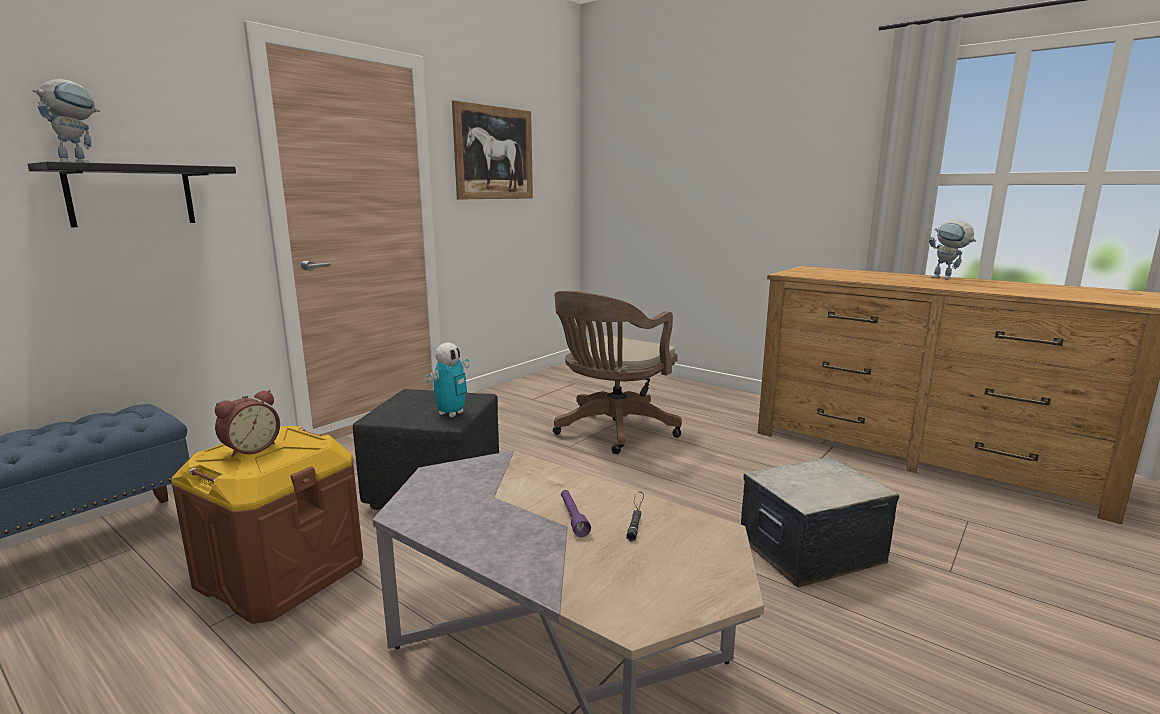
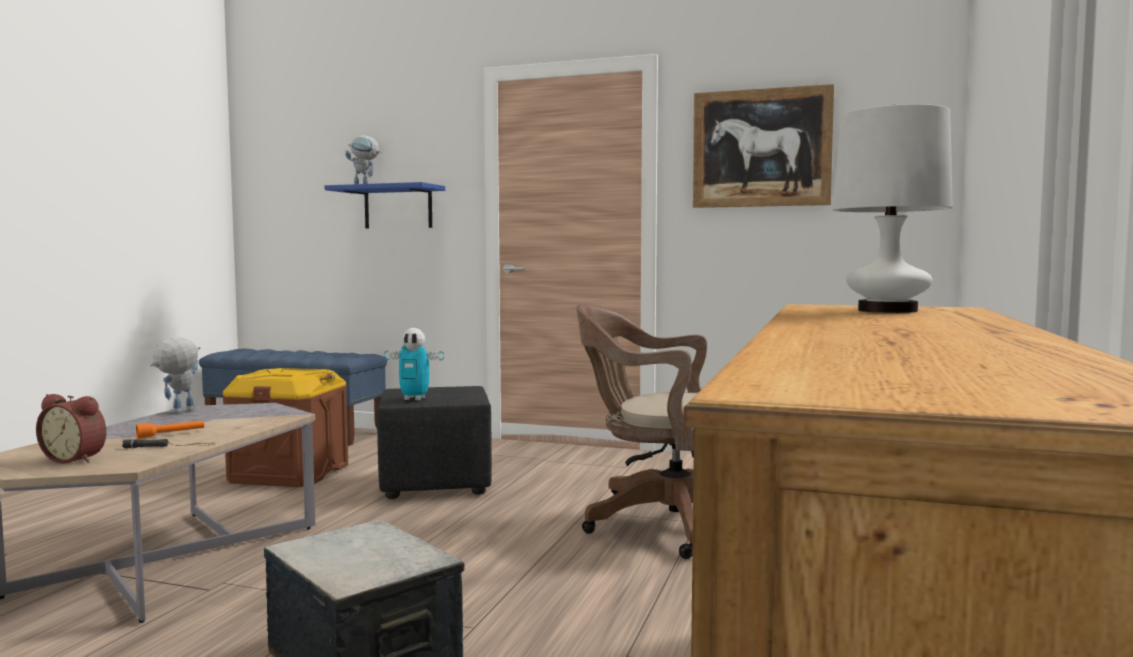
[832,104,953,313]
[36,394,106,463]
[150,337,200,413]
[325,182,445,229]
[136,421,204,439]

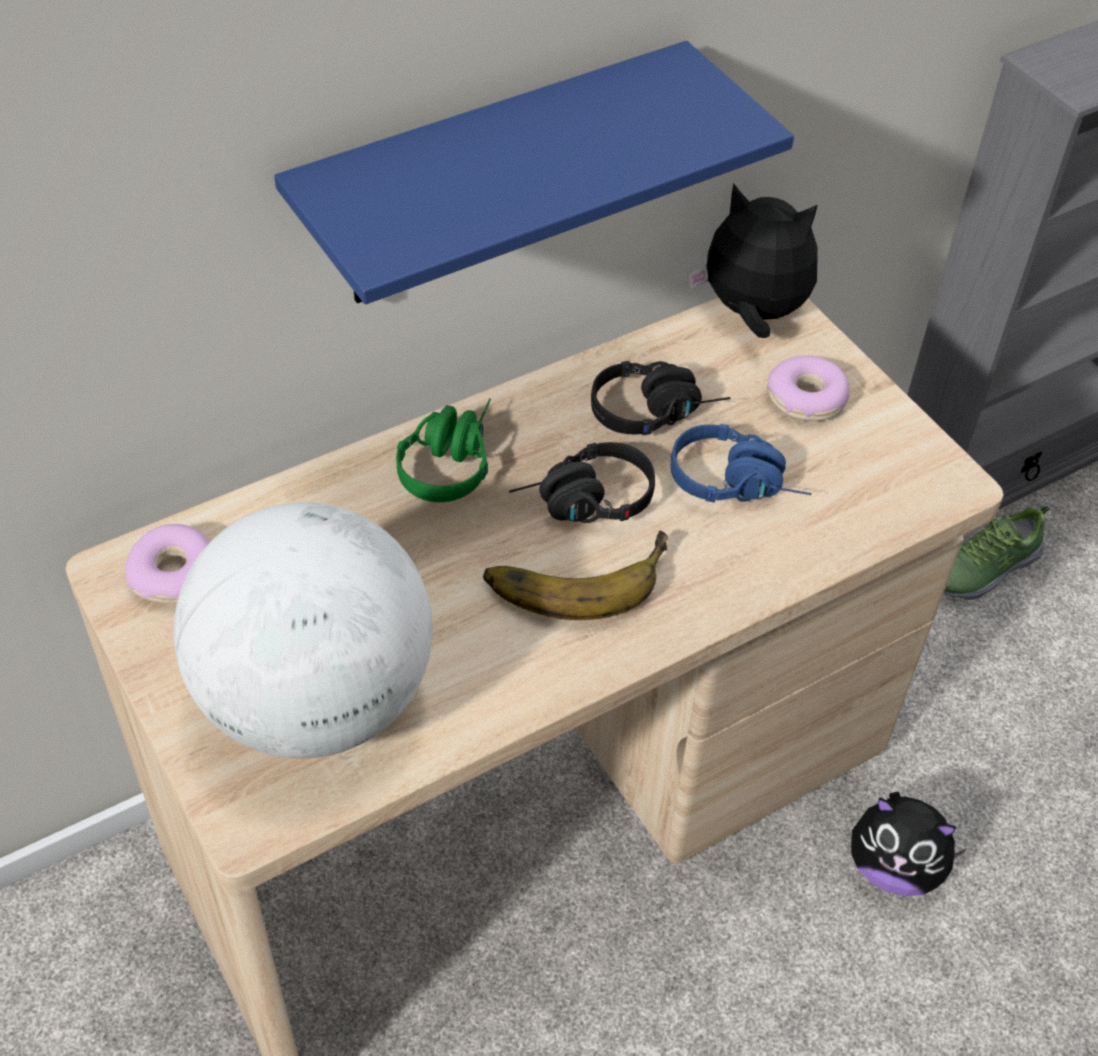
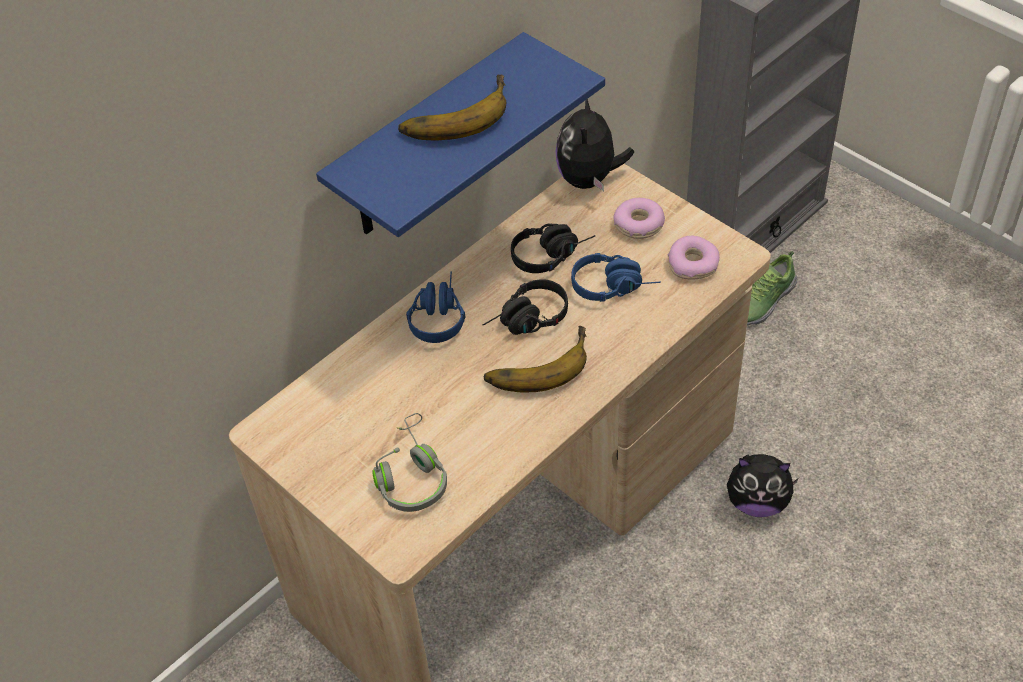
[398,75,506,141]
[668,236,720,280]
[373,413,447,512]
[406,272,465,343]
[555,99,634,191]

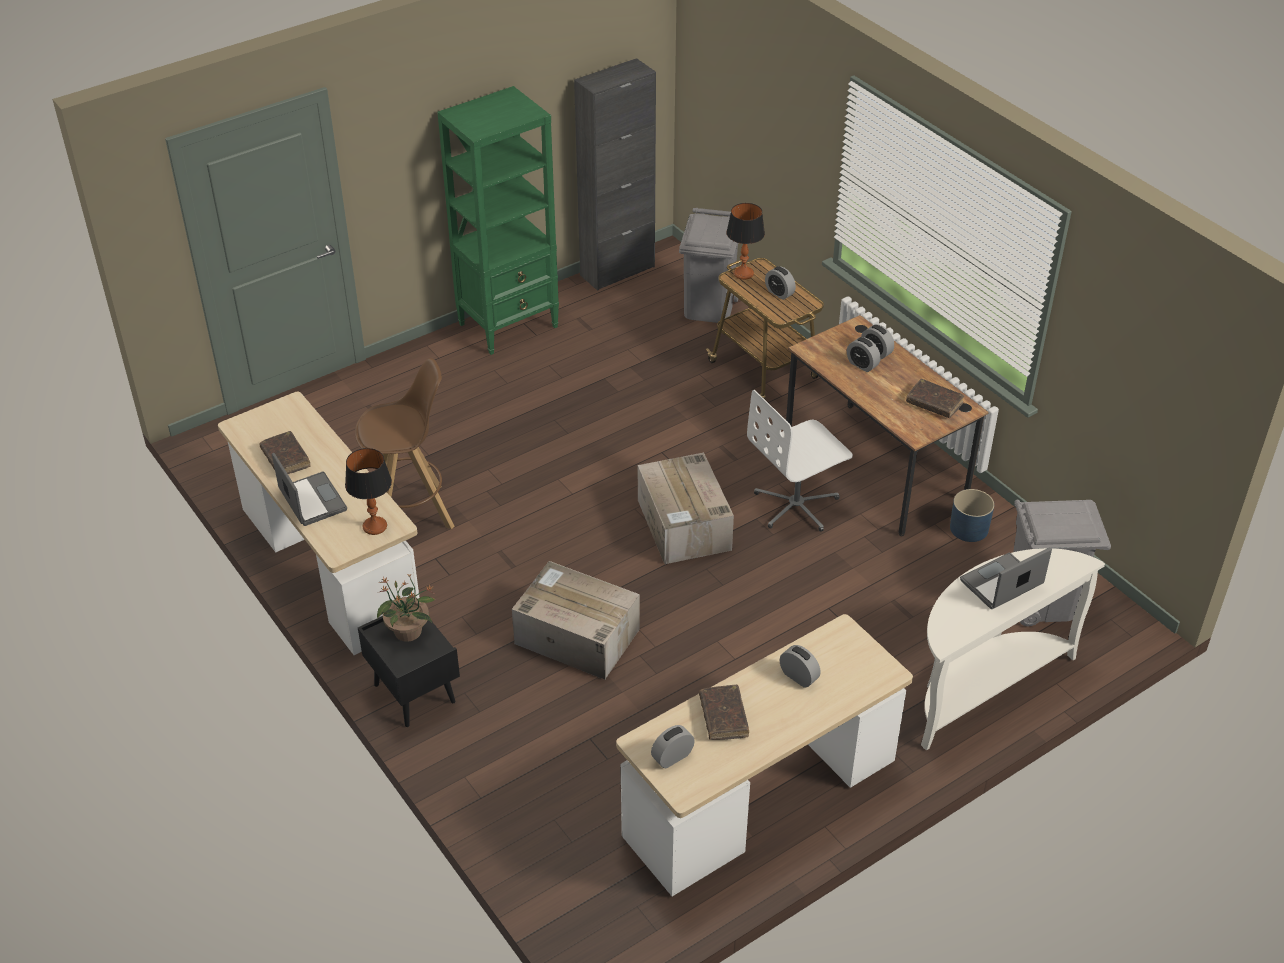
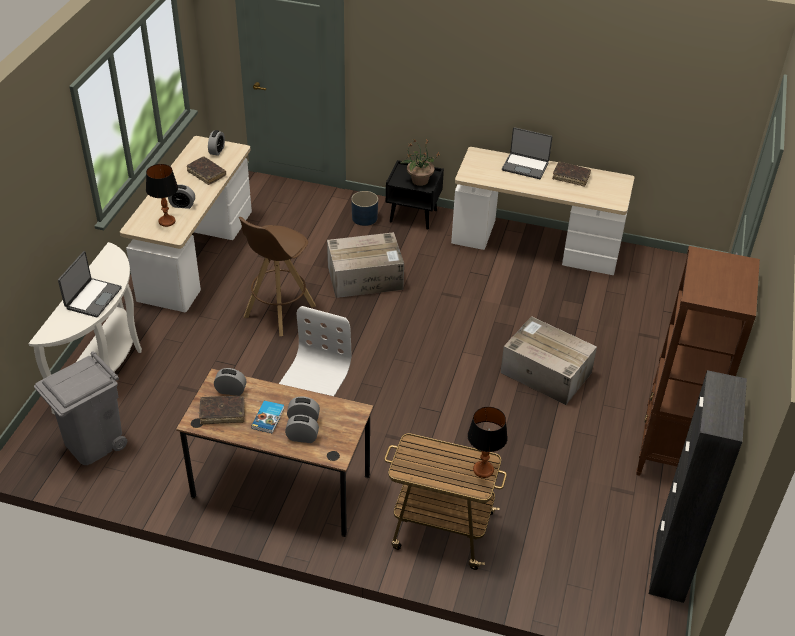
[679,208,738,323] (first image)
[251,401,284,434]
[146,164,178,227]
[239,217,316,336]
[500,316,597,405]
[214,368,246,396]
[351,191,378,226]
[636,246,760,476]

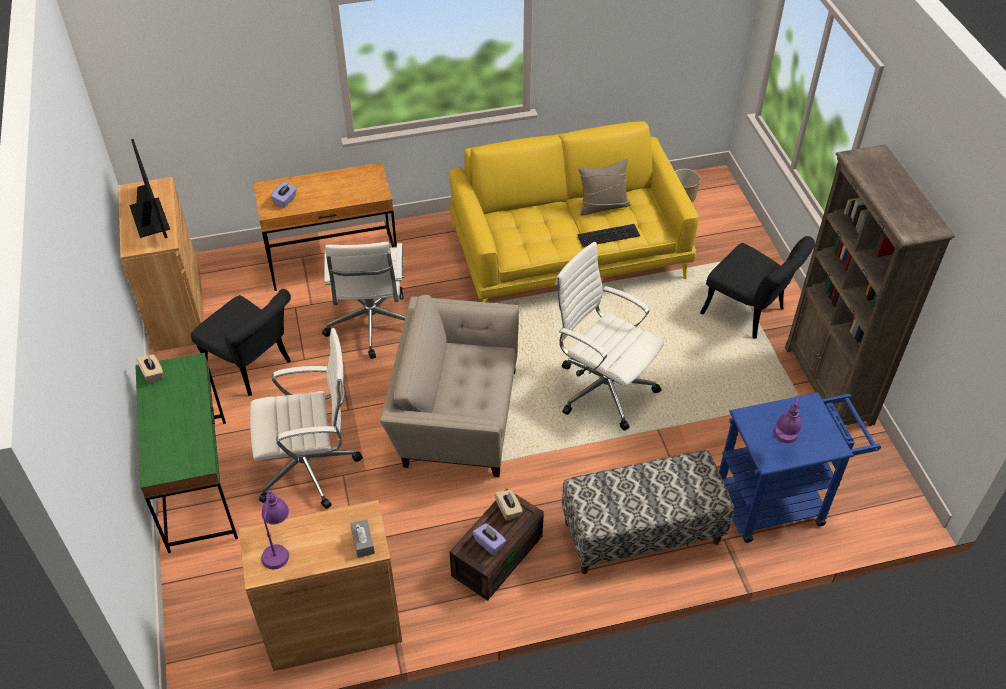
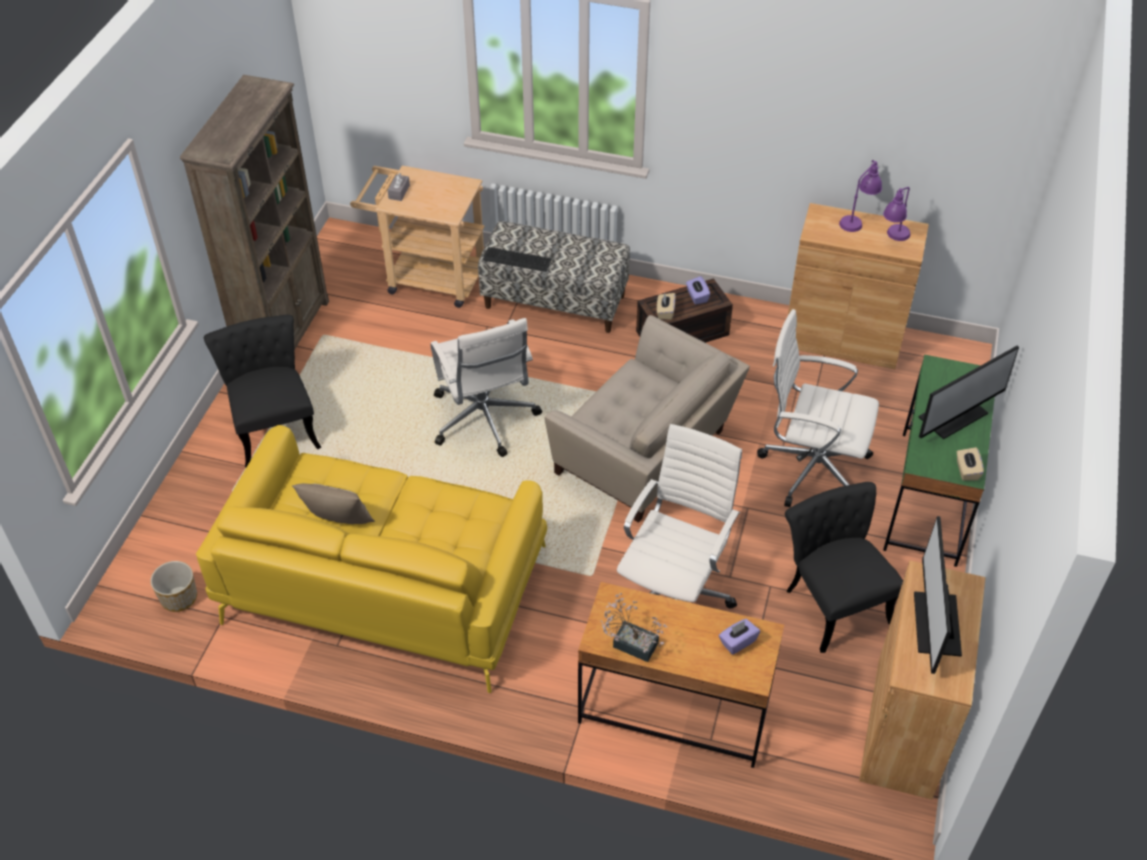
[601,593,668,662]
[919,346,1019,439]
[388,173,410,201]
[482,247,552,272]
[839,160,882,232]
[350,166,484,308]

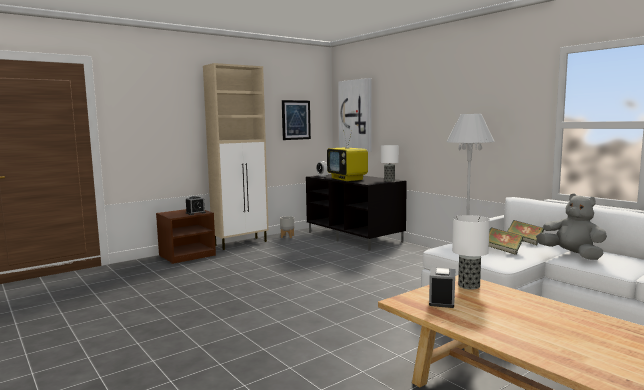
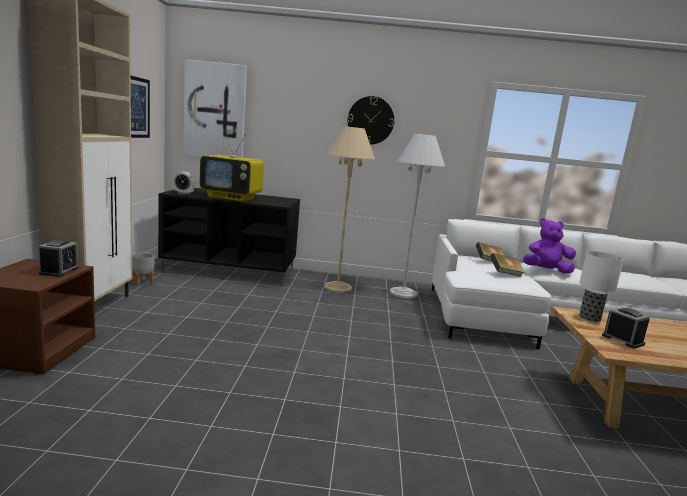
[381,145,399,182] (first image)
[324,126,375,293]
[348,96,394,145]
[523,218,576,274]

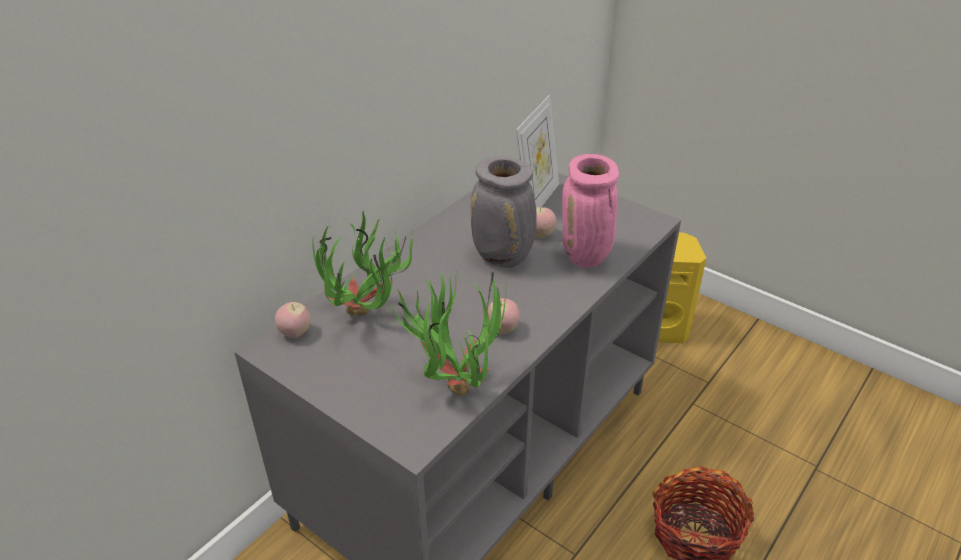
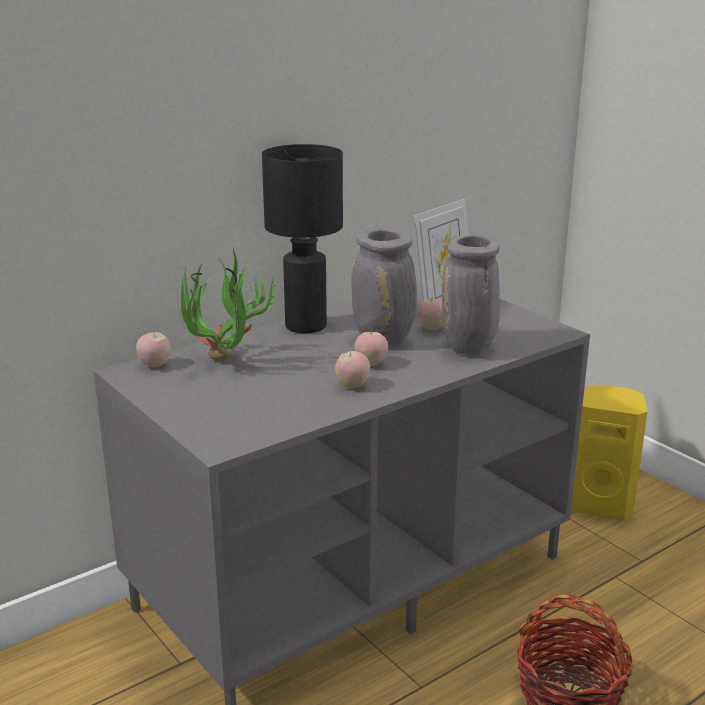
[388,270,506,396] (first image)
[262,144,343,333]
[354,328,388,366]
[442,235,500,355]

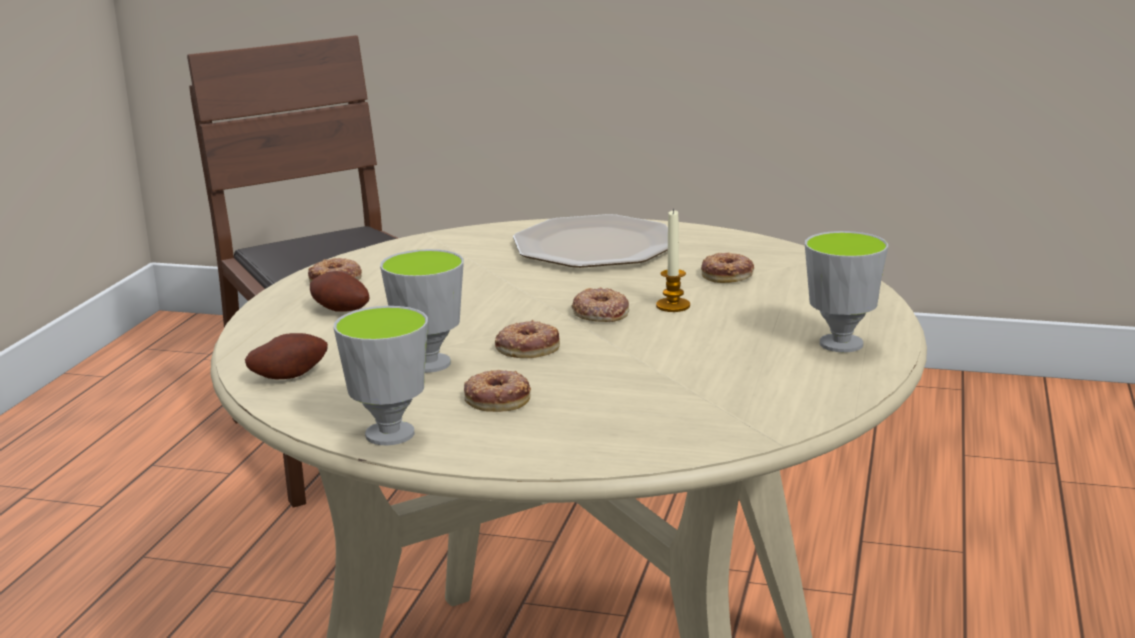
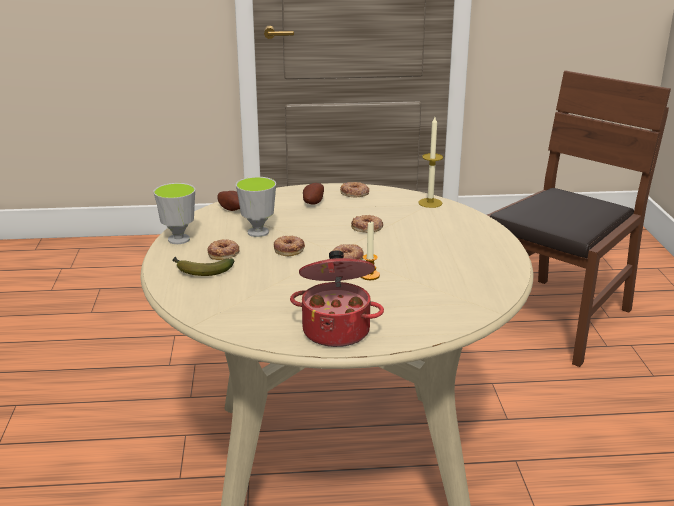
[513,214,668,268] (first image)
[172,256,235,276]
[418,117,443,208]
[351,215,383,233]
[290,250,384,347]

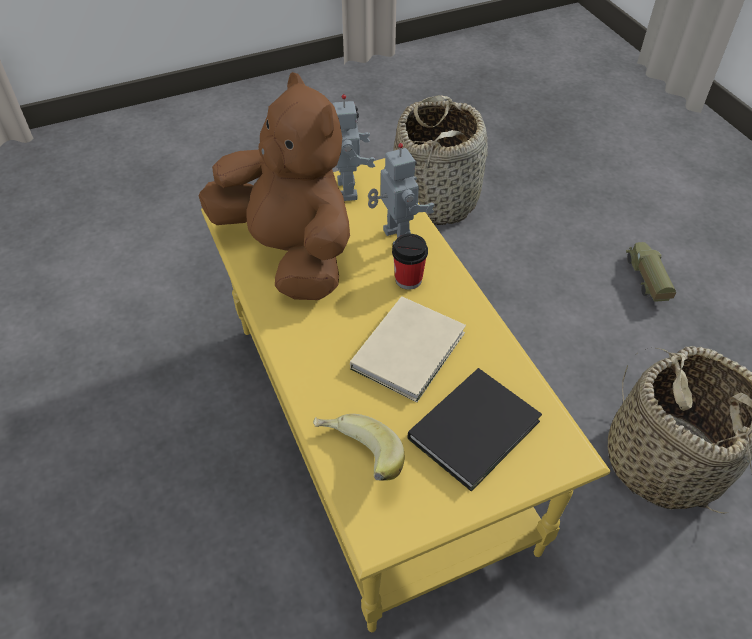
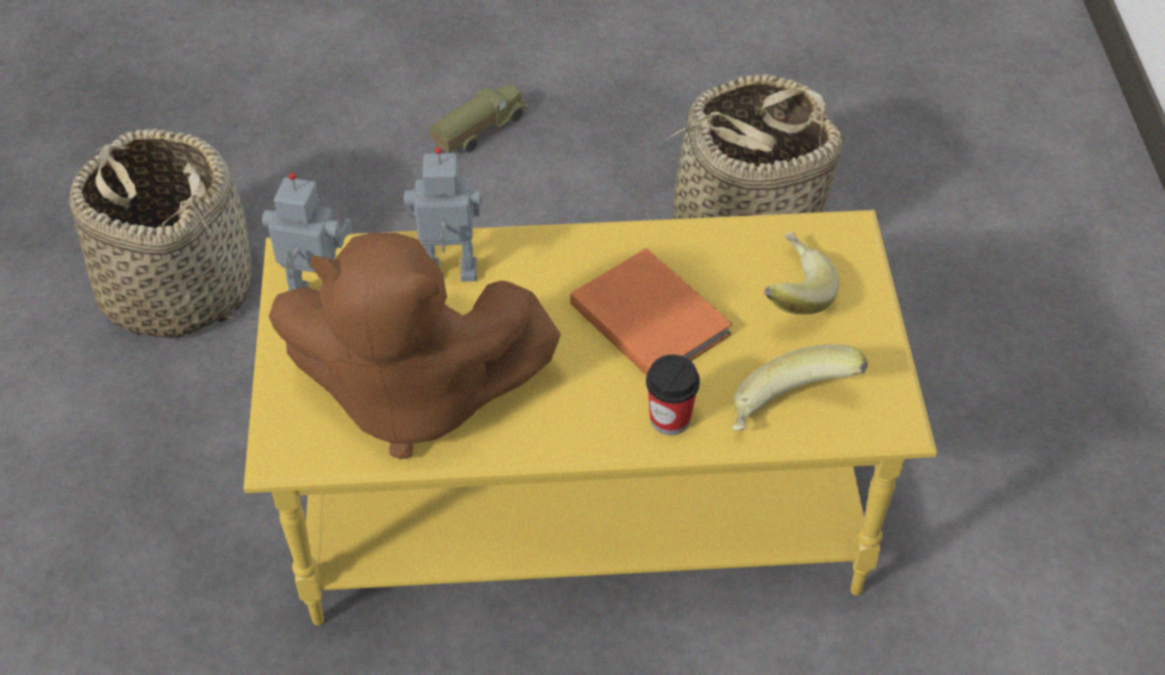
[646,355,700,435]
[764,232,839,315]
[570,248,733,376]
[269,233,561,459]
[429,85,528,153]

